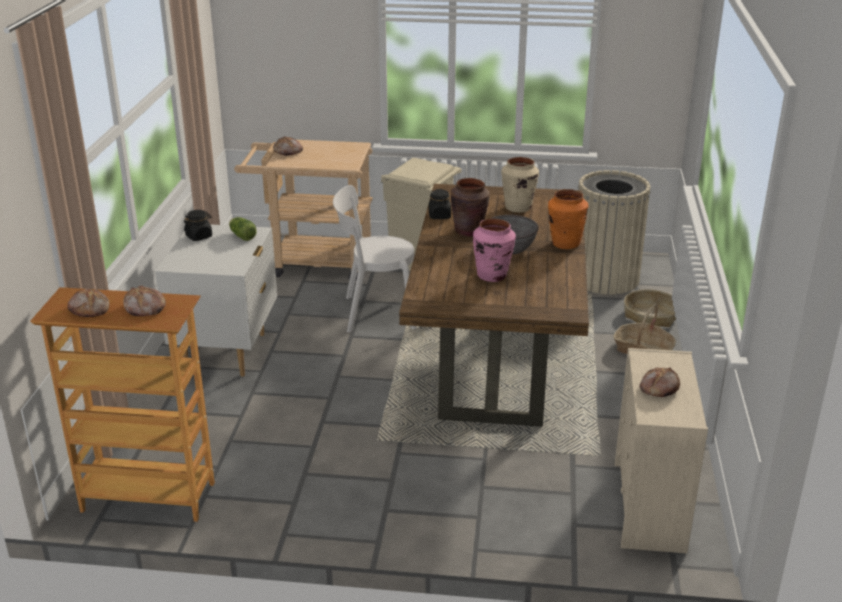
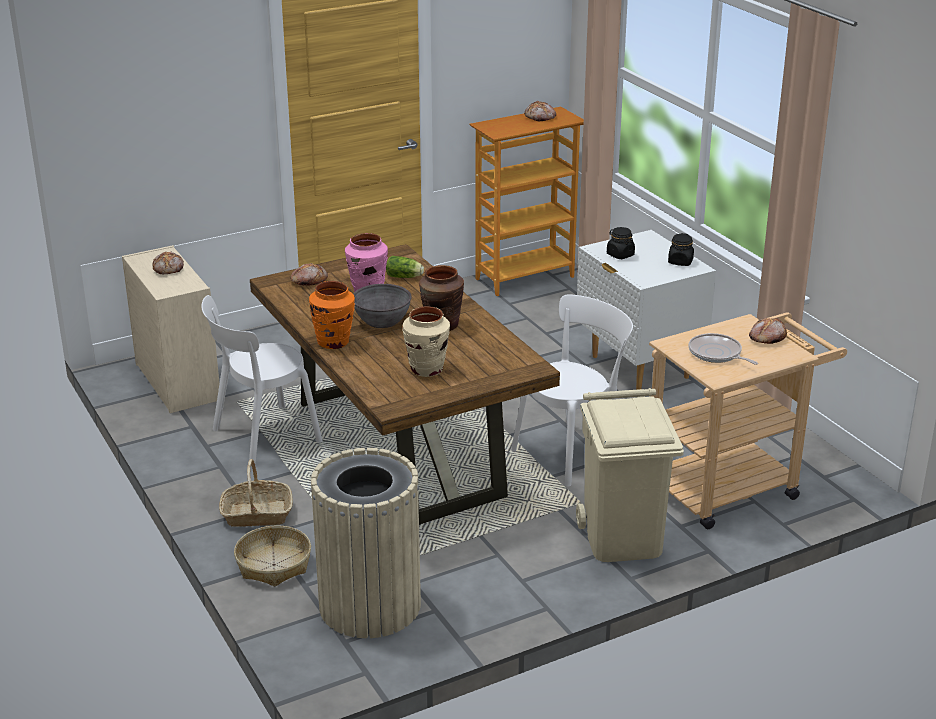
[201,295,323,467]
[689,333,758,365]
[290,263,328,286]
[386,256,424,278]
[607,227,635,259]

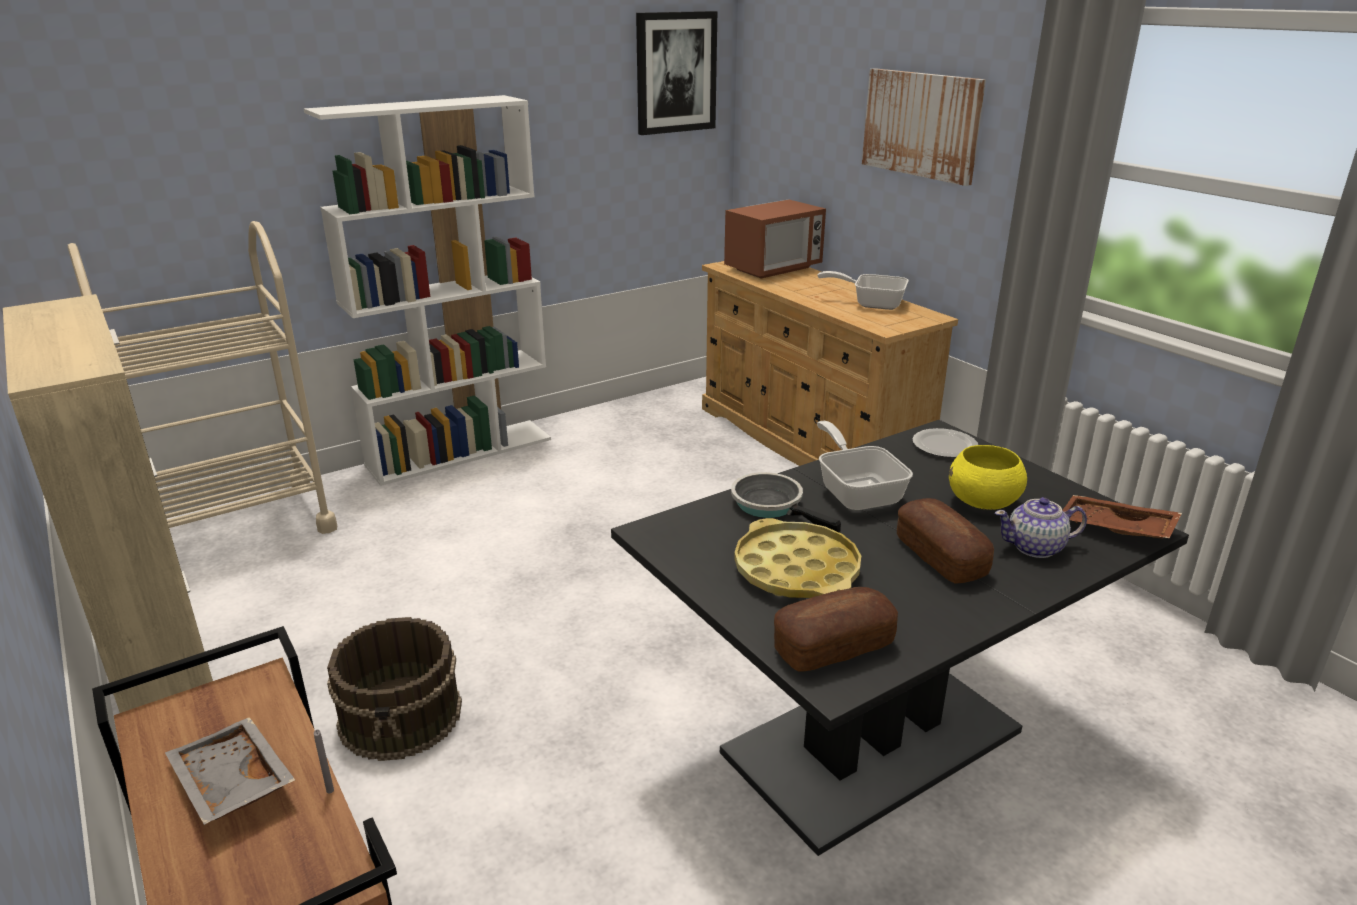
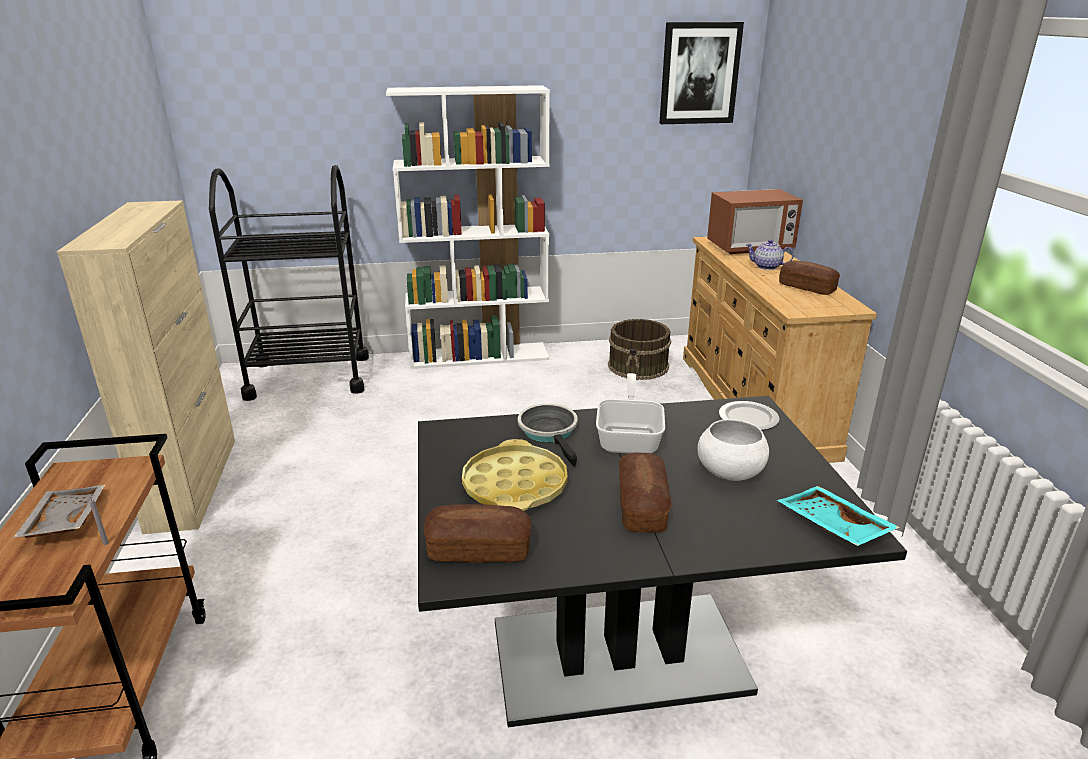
[862,68,986,186] (first image)
[608,319,671,380]
[746,240,794,270]
[779,260,840,295]
[209,165,369,401]
[698,419,769,481]
[777,486,900,546]

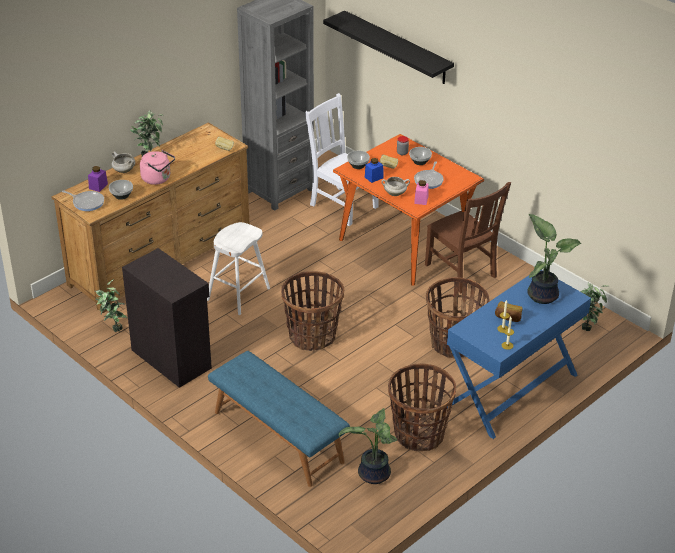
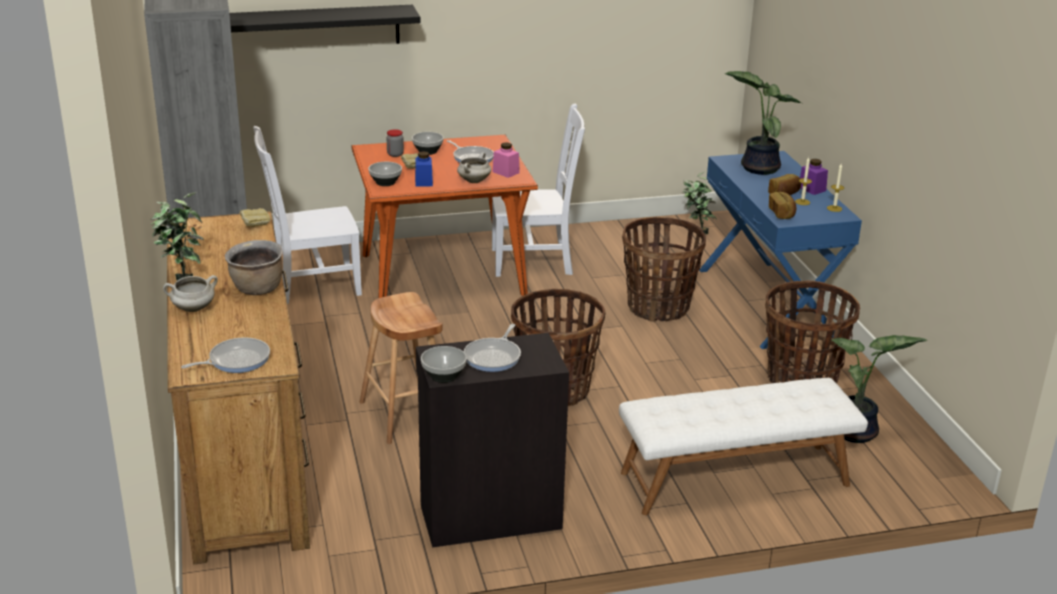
[94,279,127,332] (first image)
[464,324,521,372]
[769,192,796,219]
[800,159,828,195]
[421,346,467,383]
[225,240,283,295]
[360,292,442,444]
[619,378,868,515]
[492,103,585,277]

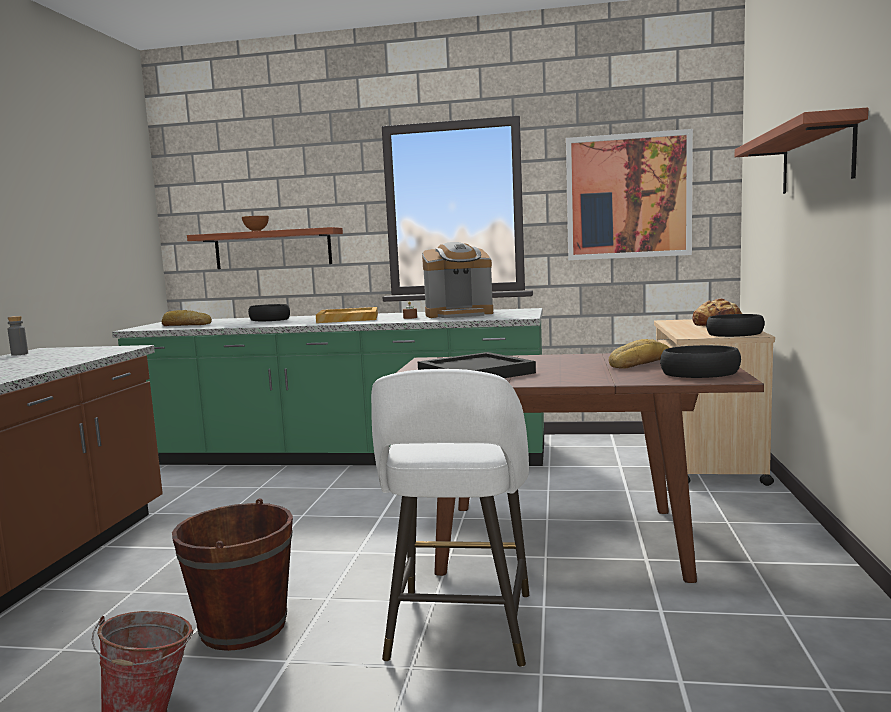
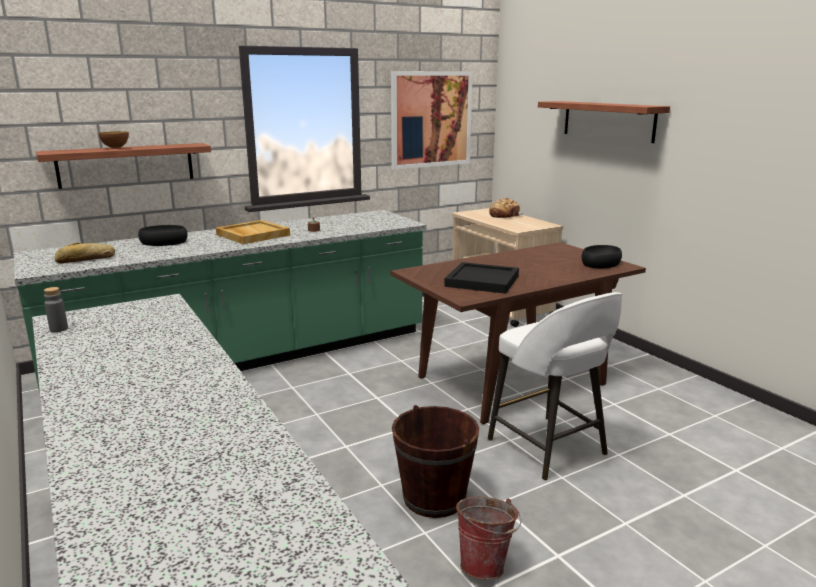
[422,242,493,318] (first image)
[608,339,670,369] (first image)
[706,314,765,337] (first image)

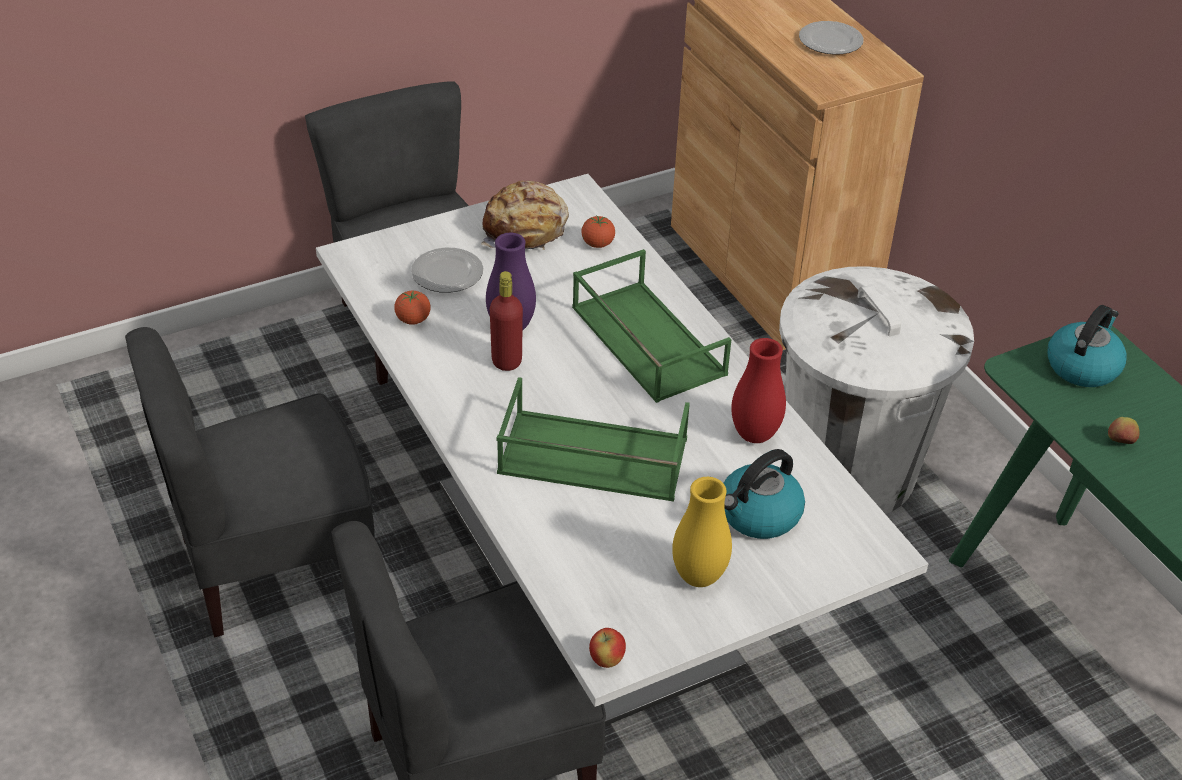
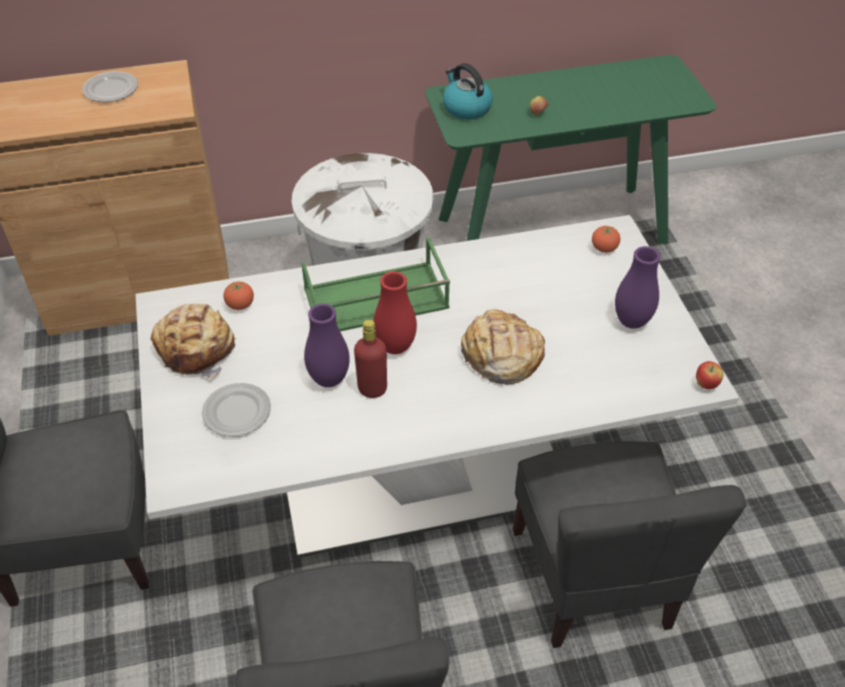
[723,449,805,539] (first image)
[592,225,620,253]
[373,271,417,354]
[461,309,545,384]
[615,246,660,329]

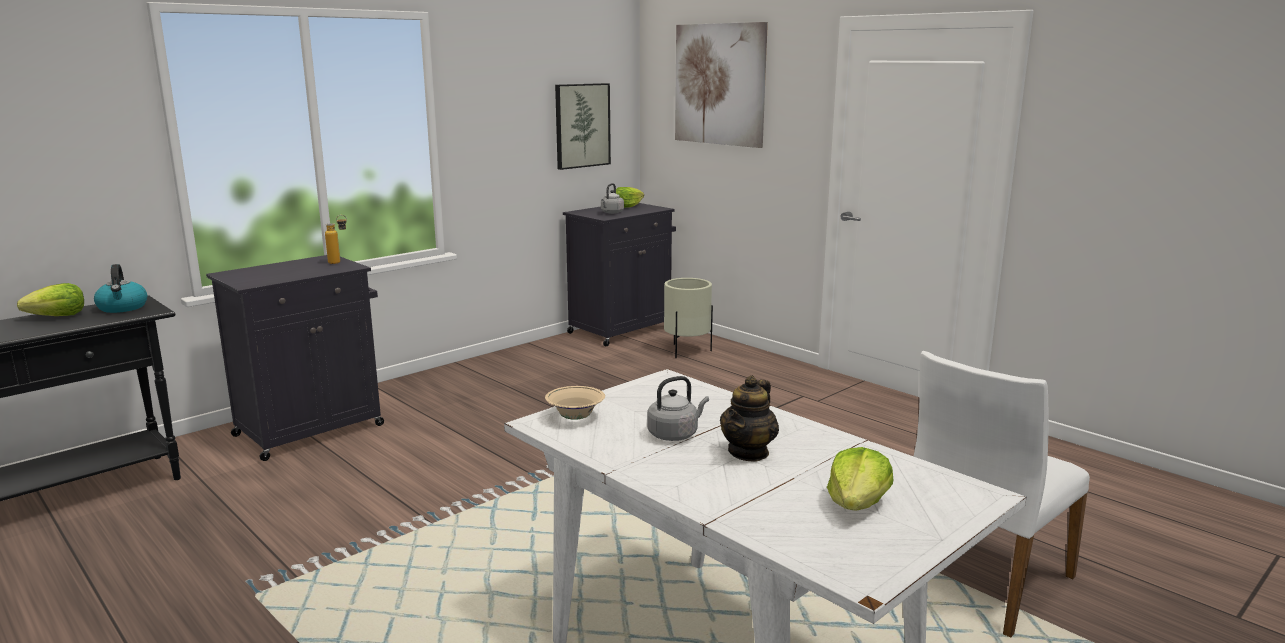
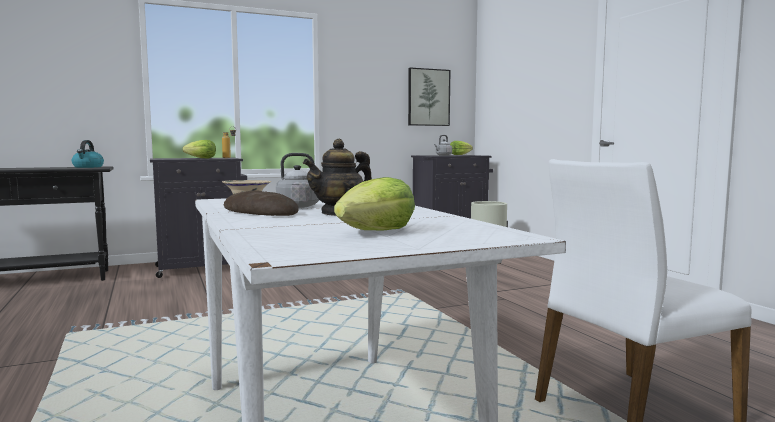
[675,22,768,148] (first image)
[224,190,299,216]
[183,140,216,159]

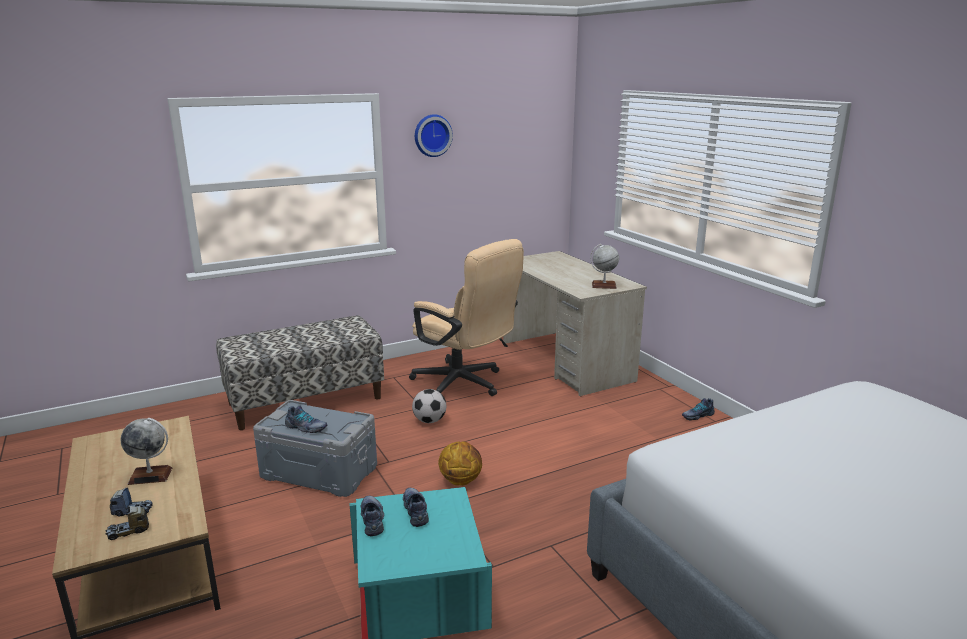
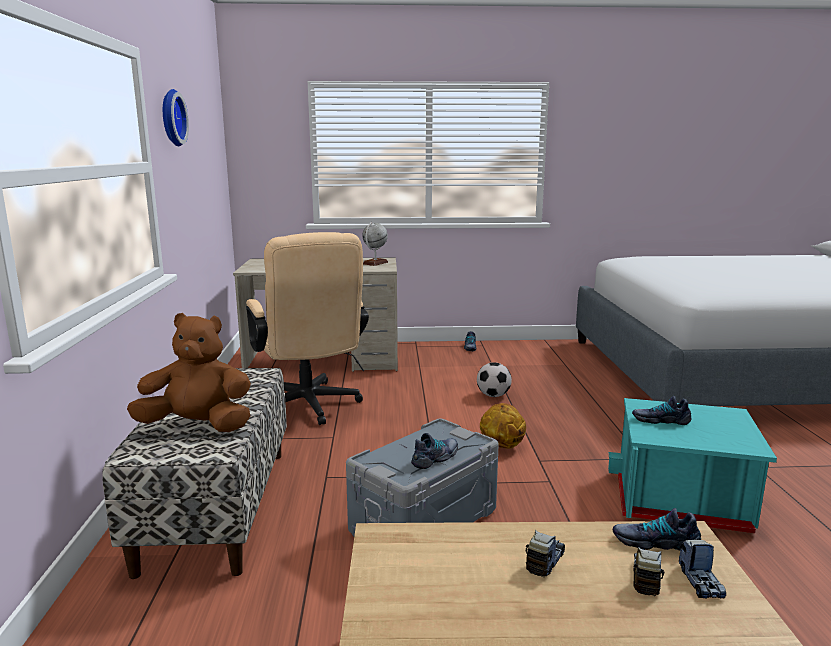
[127,313,251,432]
[613,508,701,551]
[477,362,512,397]
[526,530,565,578]
[246,232,369,425]

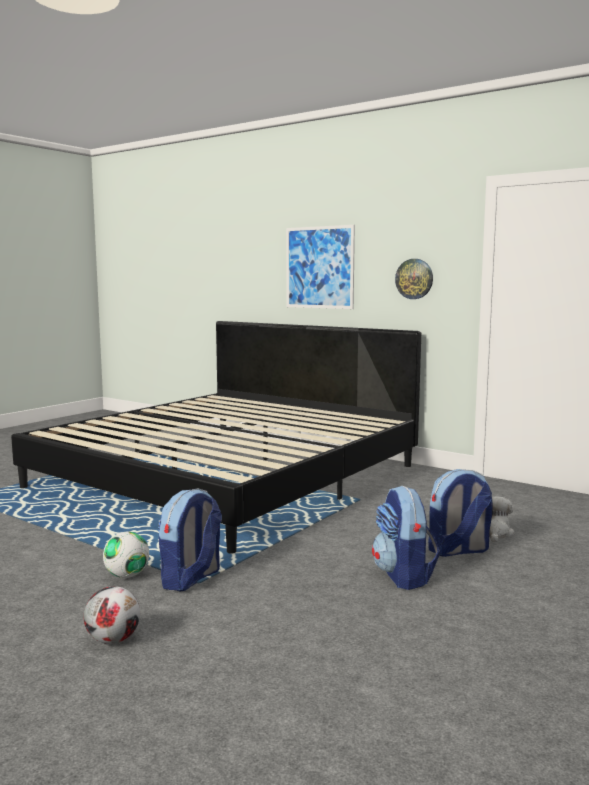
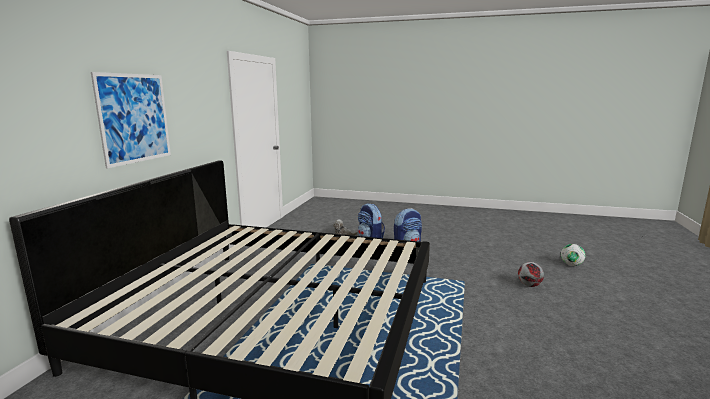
[158,488,222,591] (first image)
[395,259,433,299] (first image)
[561,244,585,266]

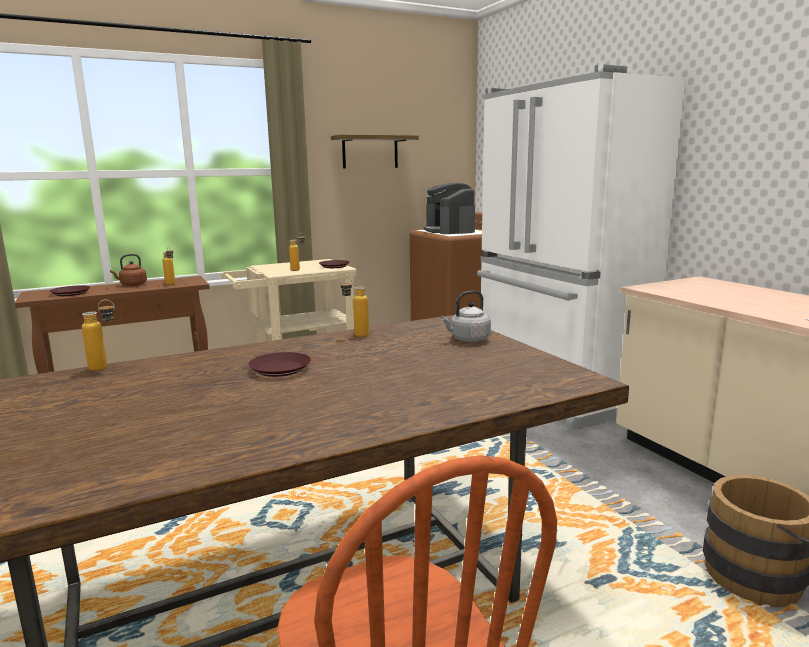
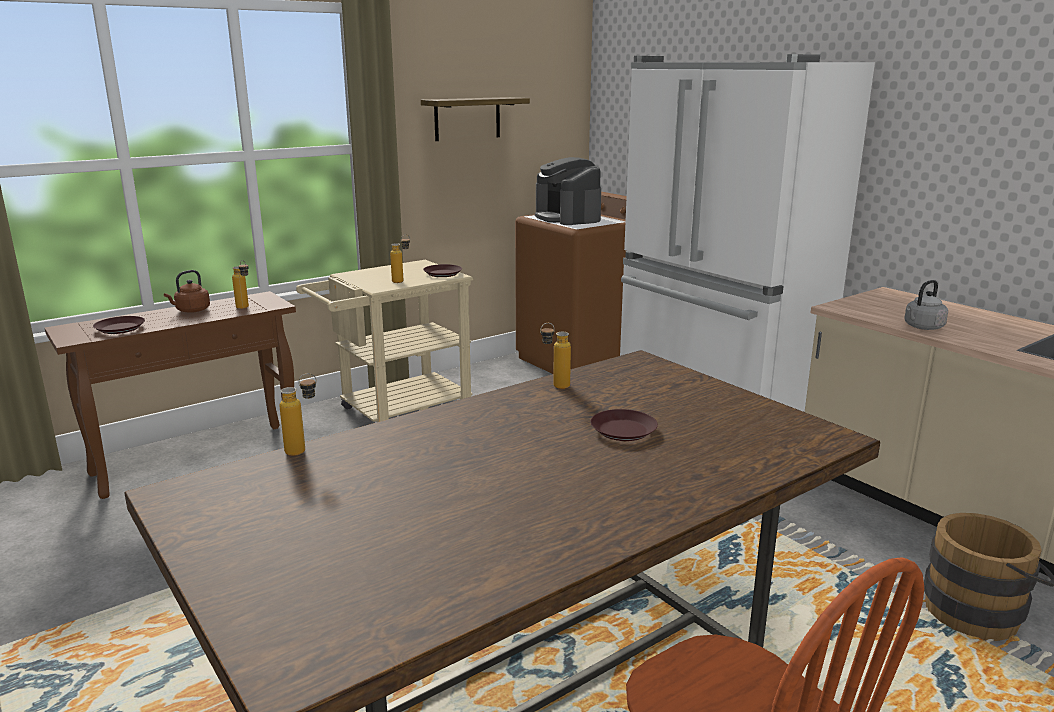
[590,409,658,441]
[904,280,948,330]

